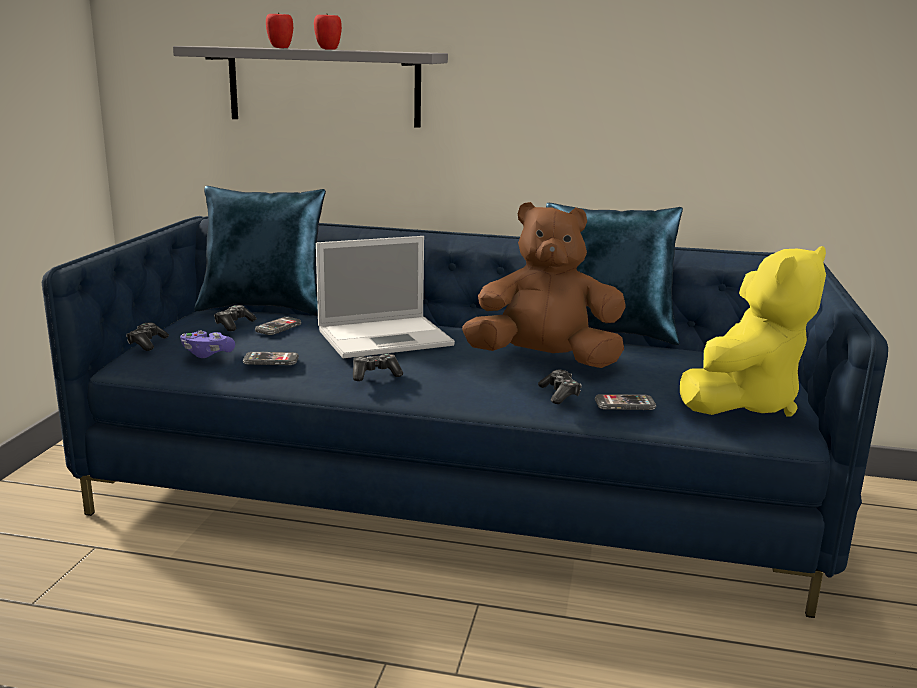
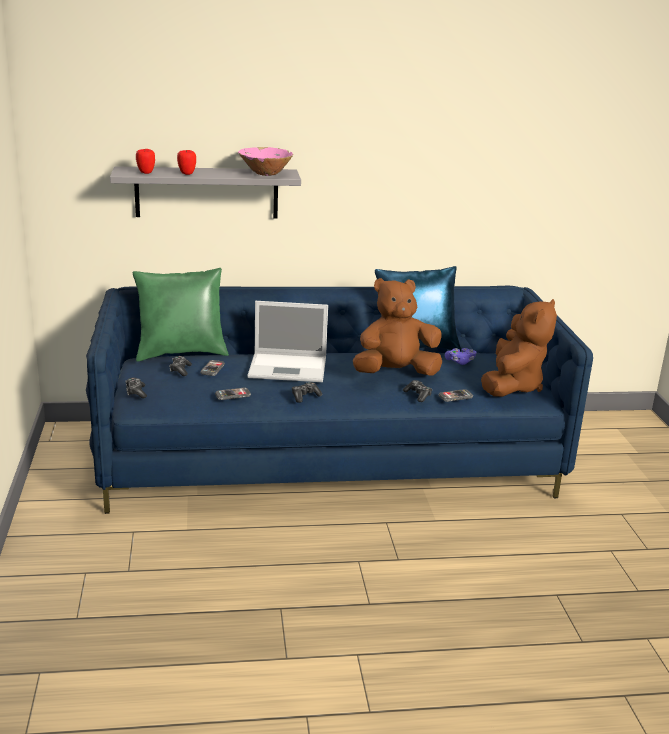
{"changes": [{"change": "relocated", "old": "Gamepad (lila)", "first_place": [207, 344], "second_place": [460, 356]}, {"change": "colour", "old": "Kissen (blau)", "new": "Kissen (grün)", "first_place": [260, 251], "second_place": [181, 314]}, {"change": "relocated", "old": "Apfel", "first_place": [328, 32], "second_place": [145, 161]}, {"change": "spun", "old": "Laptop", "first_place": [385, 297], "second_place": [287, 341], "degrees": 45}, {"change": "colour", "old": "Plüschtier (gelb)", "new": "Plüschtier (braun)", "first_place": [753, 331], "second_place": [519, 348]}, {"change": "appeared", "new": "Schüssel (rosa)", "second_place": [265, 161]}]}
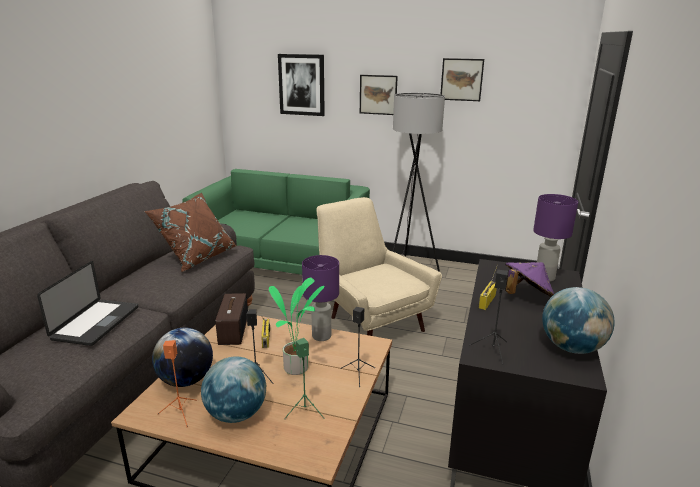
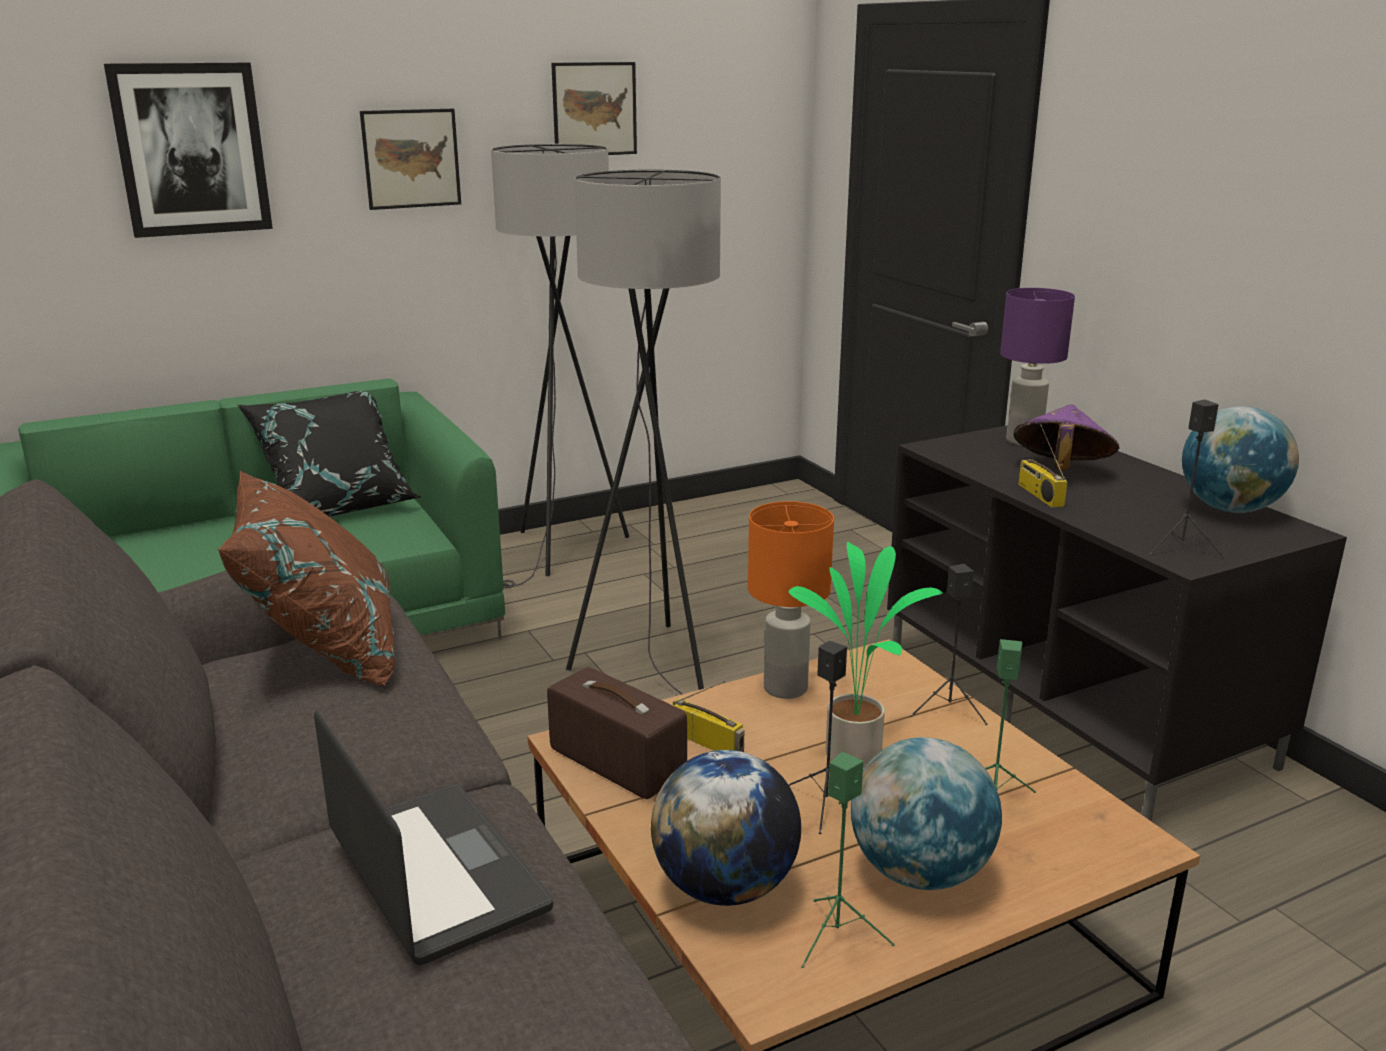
{"changes": [{"change": "colour", "old": "Lautsprecher (orange)", "new": "Lautsprecher (grün)", "first_place": [177, 383], "second_place": [848, 859]}, {"change": "colour", "old": "Tischlampe (lila)", "new": "Tischlampe (orange)", "first_place": [320, 298], "second_place": [791, 600]}, {"change": "exchanged", "old": "Sessel (beige)", "new": "Stehlampe (grau)", "first_place": [379, 266], "second_place": [643, 432]}, {"change": "appeared", "new": "Kissen (schwarz)", "second_place": [329, 454]}]}
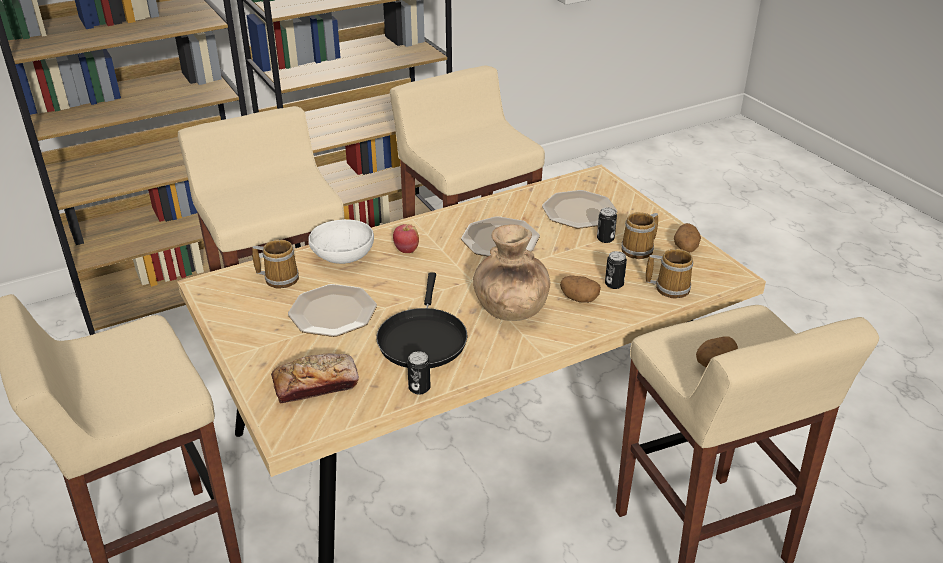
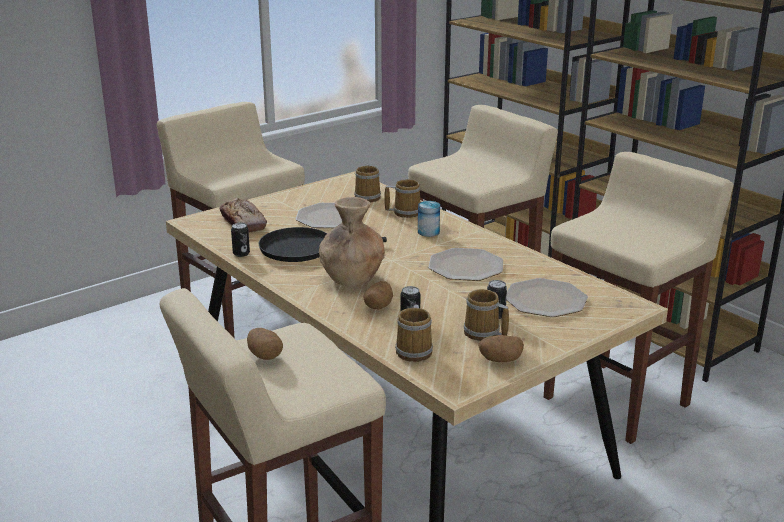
{"changes": [{"change": "exchanged", "old": "Schüssel (weiß)", "new": "Henkelbecher", "first_place": [341, 241], "second_place": [402, 198]}, {"change": "exchanged", "old": "Apfel", "new": "Dose", "first_place": [406, 238], "second_place": [429, 219]}]}
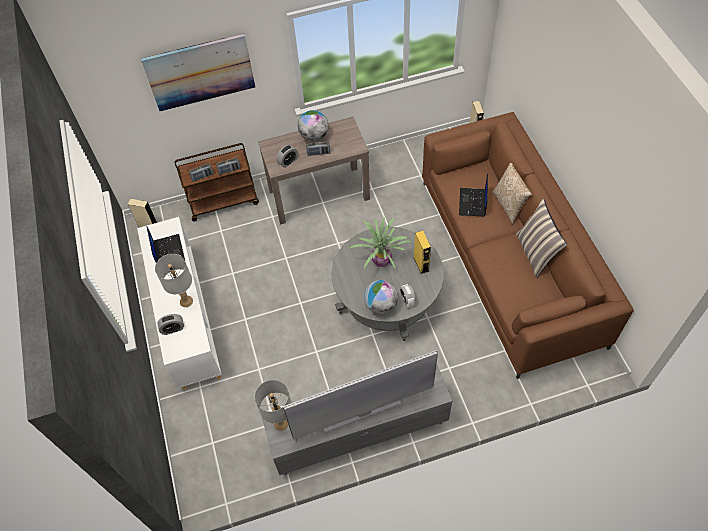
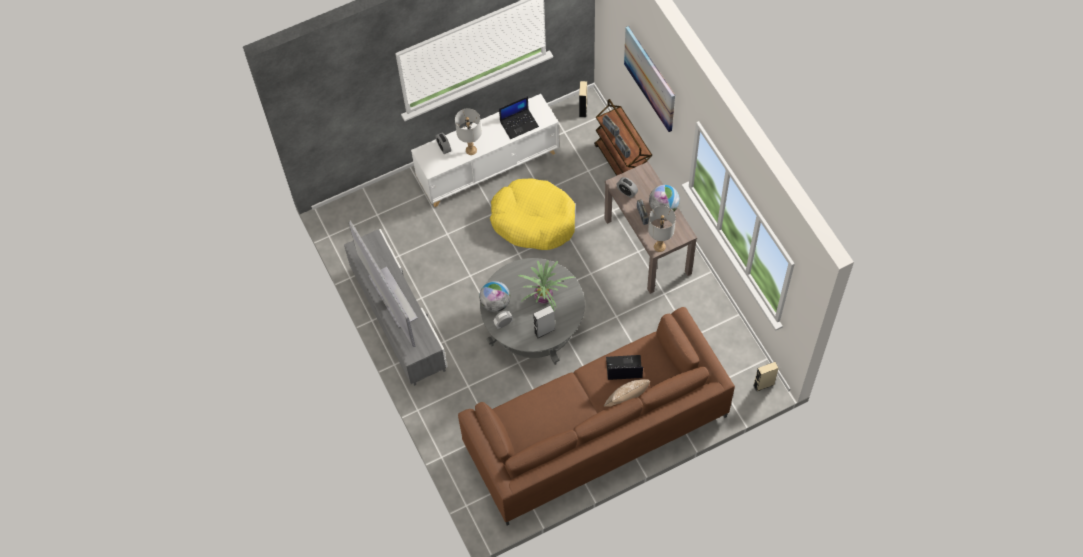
{"changes": [{"change": "relocated", "old": "Tischlampe (grau)", "first_place": [273, 405], "second_place": [662, 229]}, {"change": "colour", "old": "Lautsprecher (gelb)", "new": "Lautsprecher (grau)", "first_place": [422, 252], "second_place": [544, 321]}, {"change": "missing", "old": "Kissen", "first_place": [541, 238]}, {"change": "appeared", "new": "Hundebett (gelb)", "second_place": [532, 214]}]}
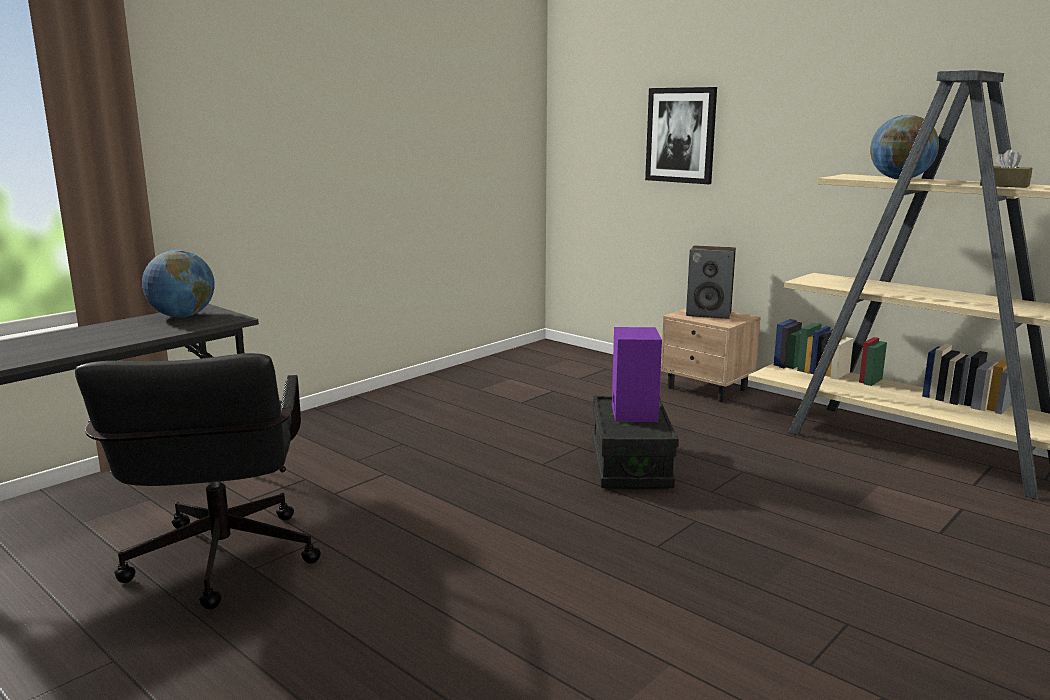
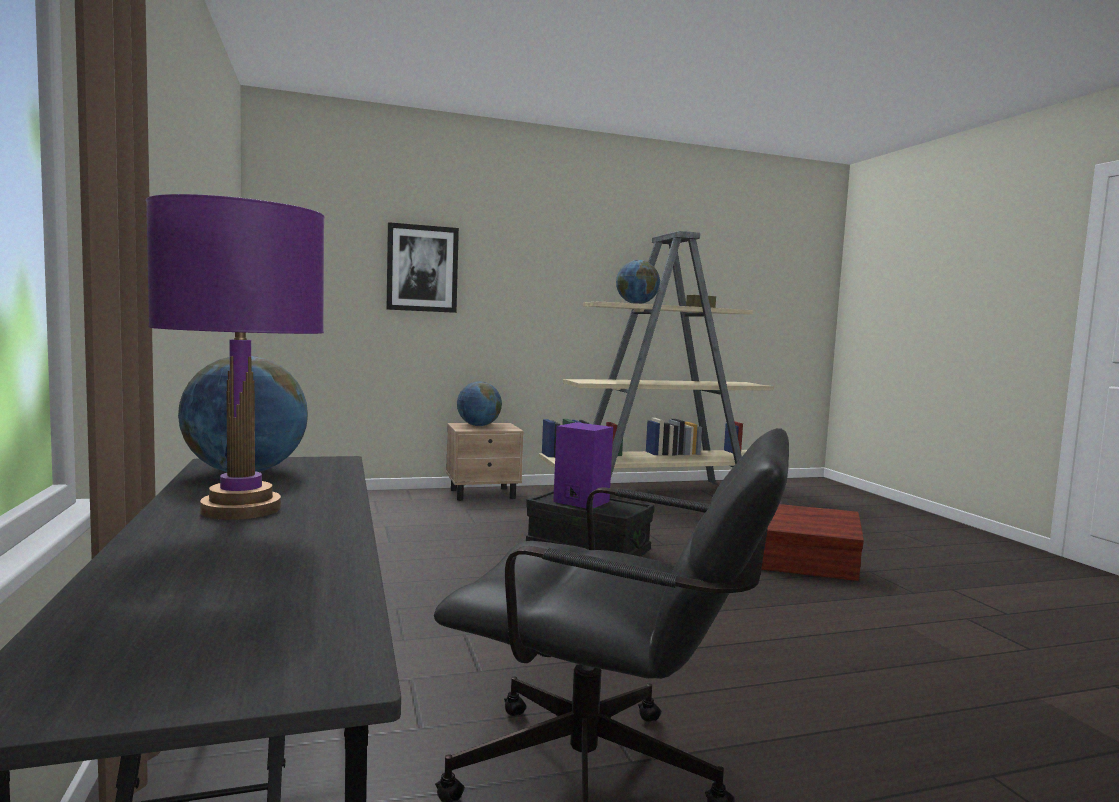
{"changes": [{"change": "exchanged", "old": "Lautsprecher", "new": "Globus", "first_place": [711, 282], "second_place": [479, 404]}, {"change": "appeared", "new": "Tischlampe (lila)", "second_place": [235, 357]}, {"change": "appeared", "new": "Aufbewahrungsbox (braun)", "second_place": [812, 542]}]}
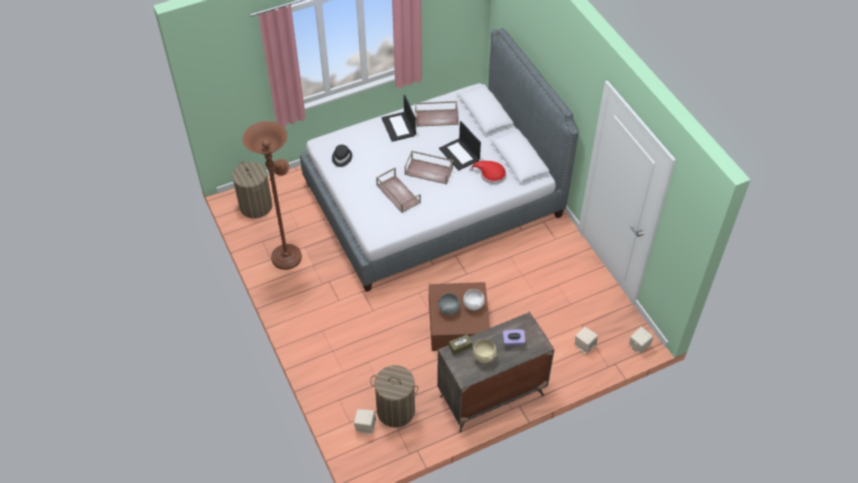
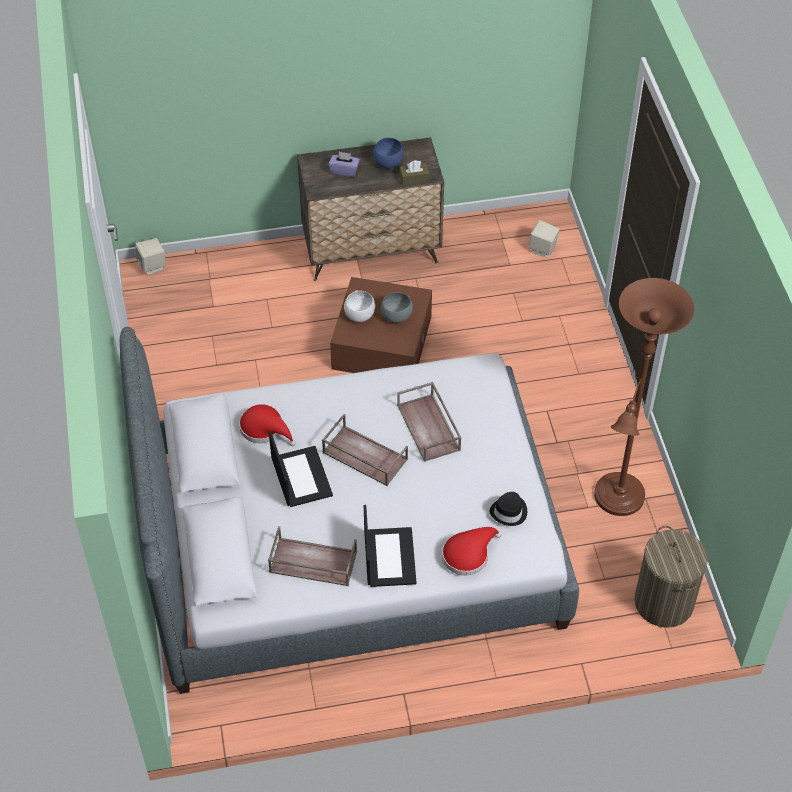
{"changes": [{"change": "missing", "old": "Wäschekorb", "first_place": [394, 396]}, {"change": "colour", "old": "Schüssel (beige)", "new": "Schüssel (blau)", "first_place": [485, 351], "second_place": [388, 153]}, {"change": "missing", "old": "Lautsprecher (beige)", "first_place": [586, 340]}, {"change": "appeared", "new": "Hut (rot)", "second_place": [471, 551]}]}
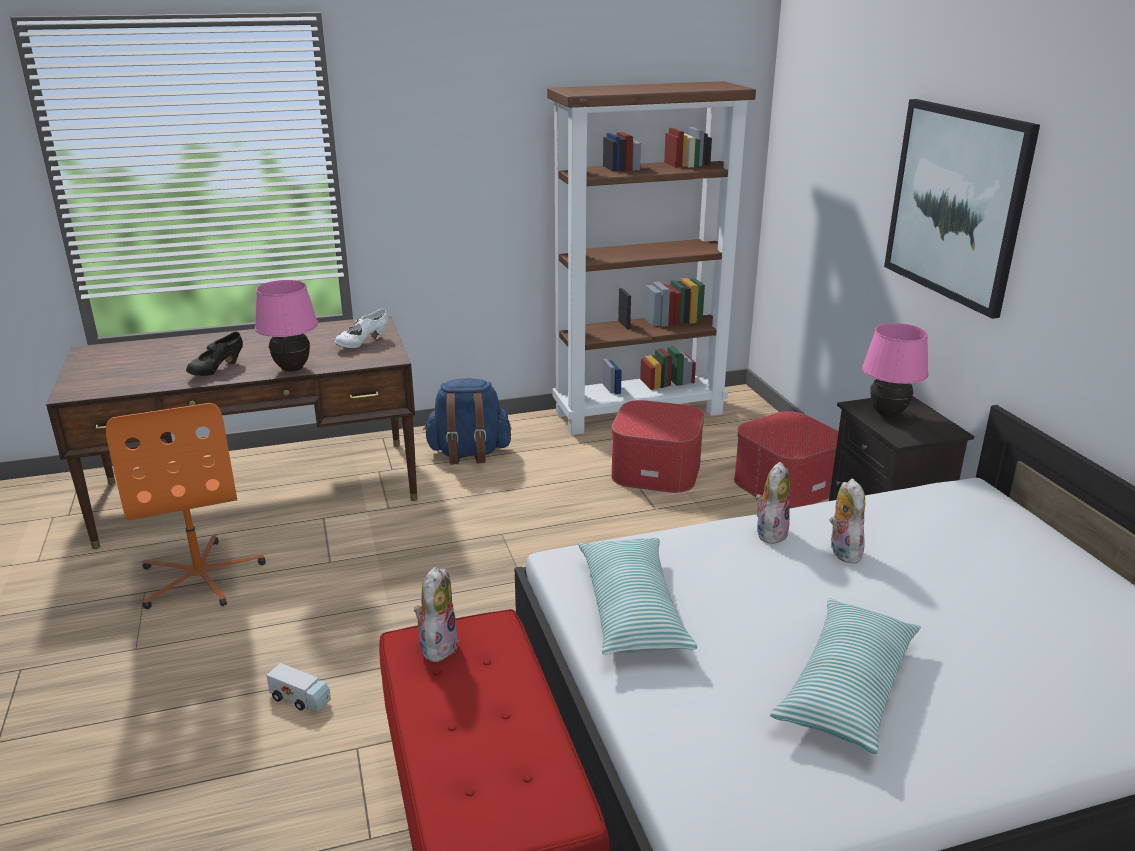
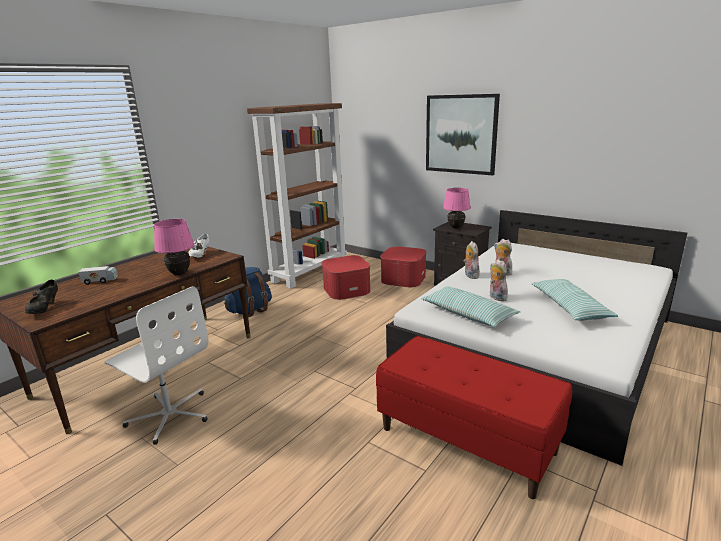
{"changes": [{"change": "colour", "old": "Bürostuhl (orange)", "new": "Bürostuhl (weiß)", "first_place": [186, 506], "second_place": [156, 365]}, {"change": "relocated", "old": "Schuh (schwarz)", "first_place": [214, 354], "second_place": [41, 297]}, {"change": "relocated", "old": "Spielzeuglaster", "first_place": [298, 687], "second_place": [98, 275]}, {"change": "relocated", "old": "Plüschtier", "first_place": [436, 615], "second_place": [499, 280]}]}
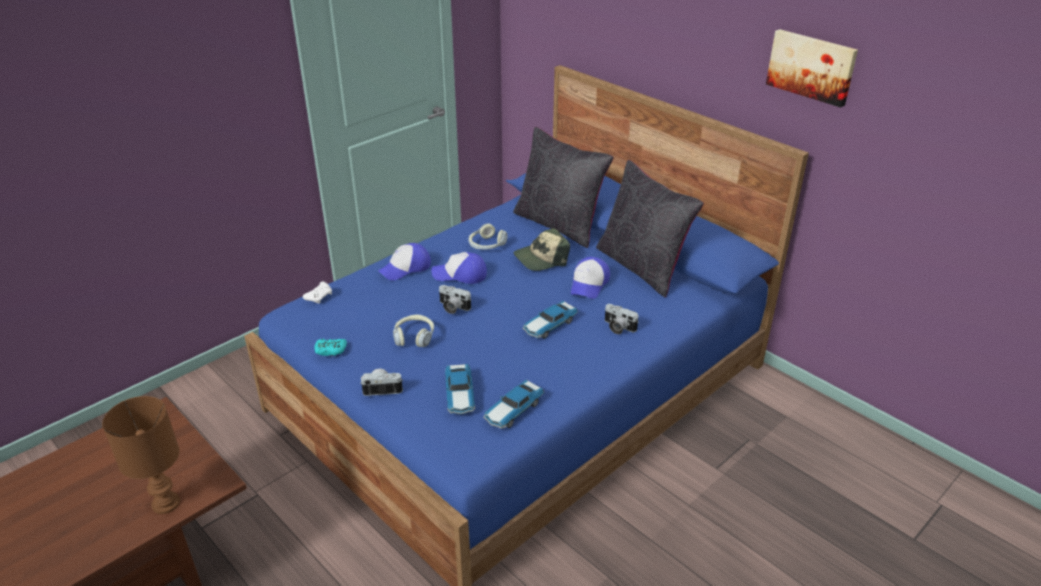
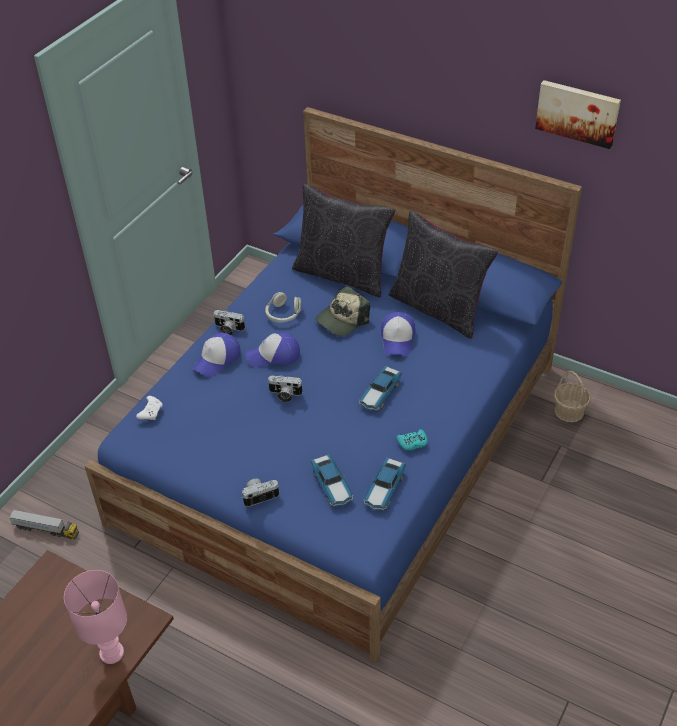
{"changes": [{"change": "colour", "old": "Tischlampe (braun)", "new": "Tischlampe (rosa)", "first_place": [141, 455], "second_place": [95, 617]}, {"change": "relocated", "old": "Gamepad (türkis)", "first_place": [331, 347], "second_place": [412, 439]}, {"change": "missing", "old": "Kopfhörer", "first_place": [413, 330]}, {"change": "relocated", "old": "Kamera", "first_place": [622, 319], "second_place": [229, 322]}, {"change": "appeared", "new": "Spielzeuglaster", "second_place": [44, 524]}, {"change": "appeared", "new": "Korb", "second_place": [572, 396]}]}
